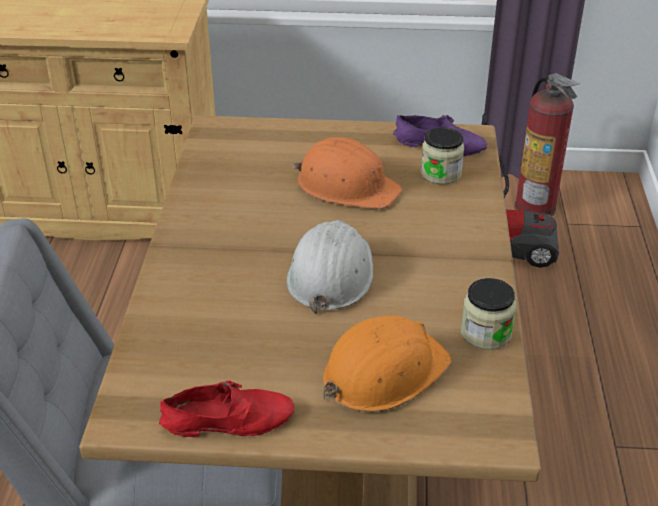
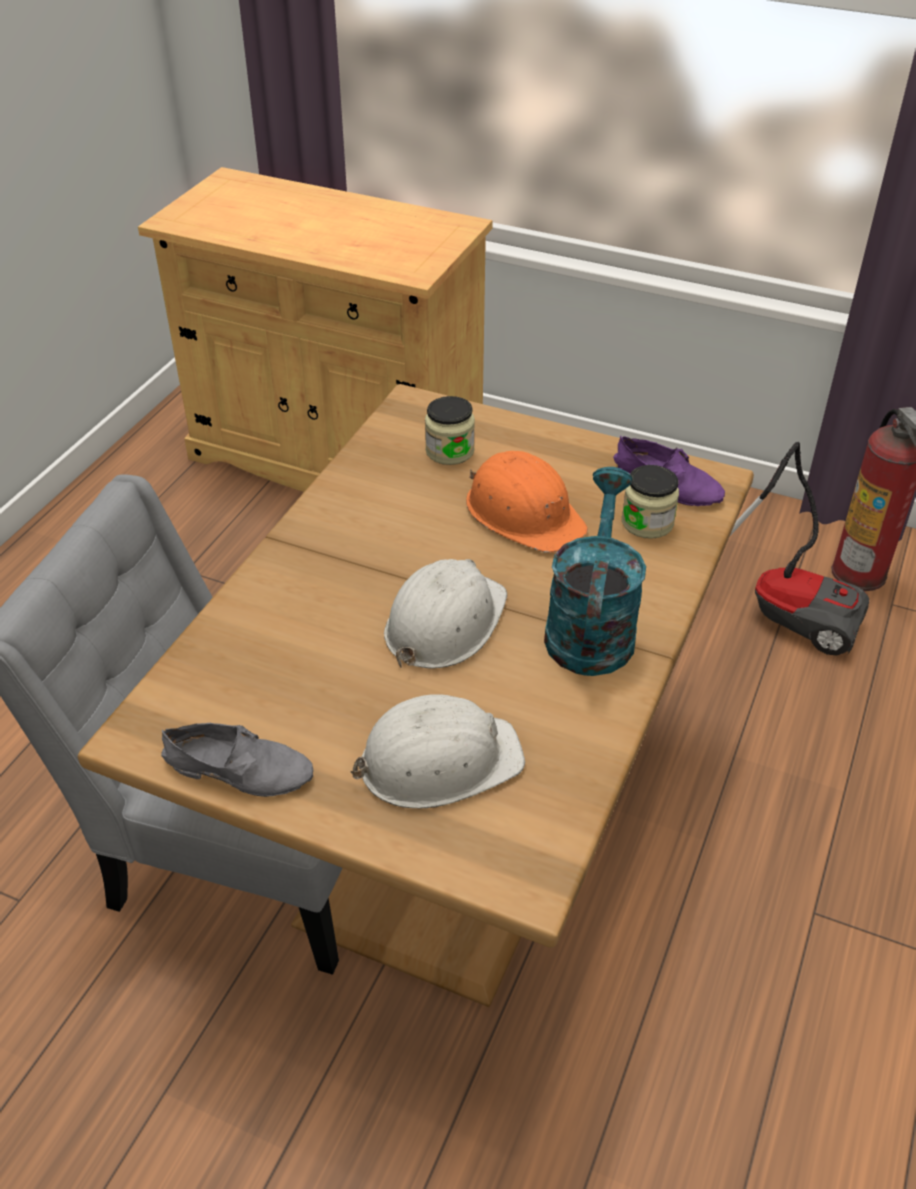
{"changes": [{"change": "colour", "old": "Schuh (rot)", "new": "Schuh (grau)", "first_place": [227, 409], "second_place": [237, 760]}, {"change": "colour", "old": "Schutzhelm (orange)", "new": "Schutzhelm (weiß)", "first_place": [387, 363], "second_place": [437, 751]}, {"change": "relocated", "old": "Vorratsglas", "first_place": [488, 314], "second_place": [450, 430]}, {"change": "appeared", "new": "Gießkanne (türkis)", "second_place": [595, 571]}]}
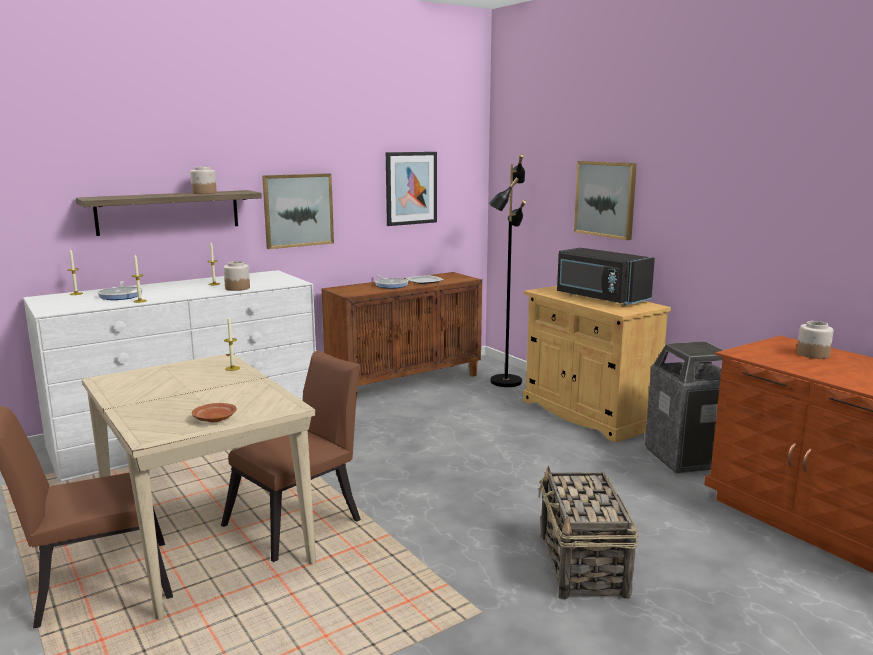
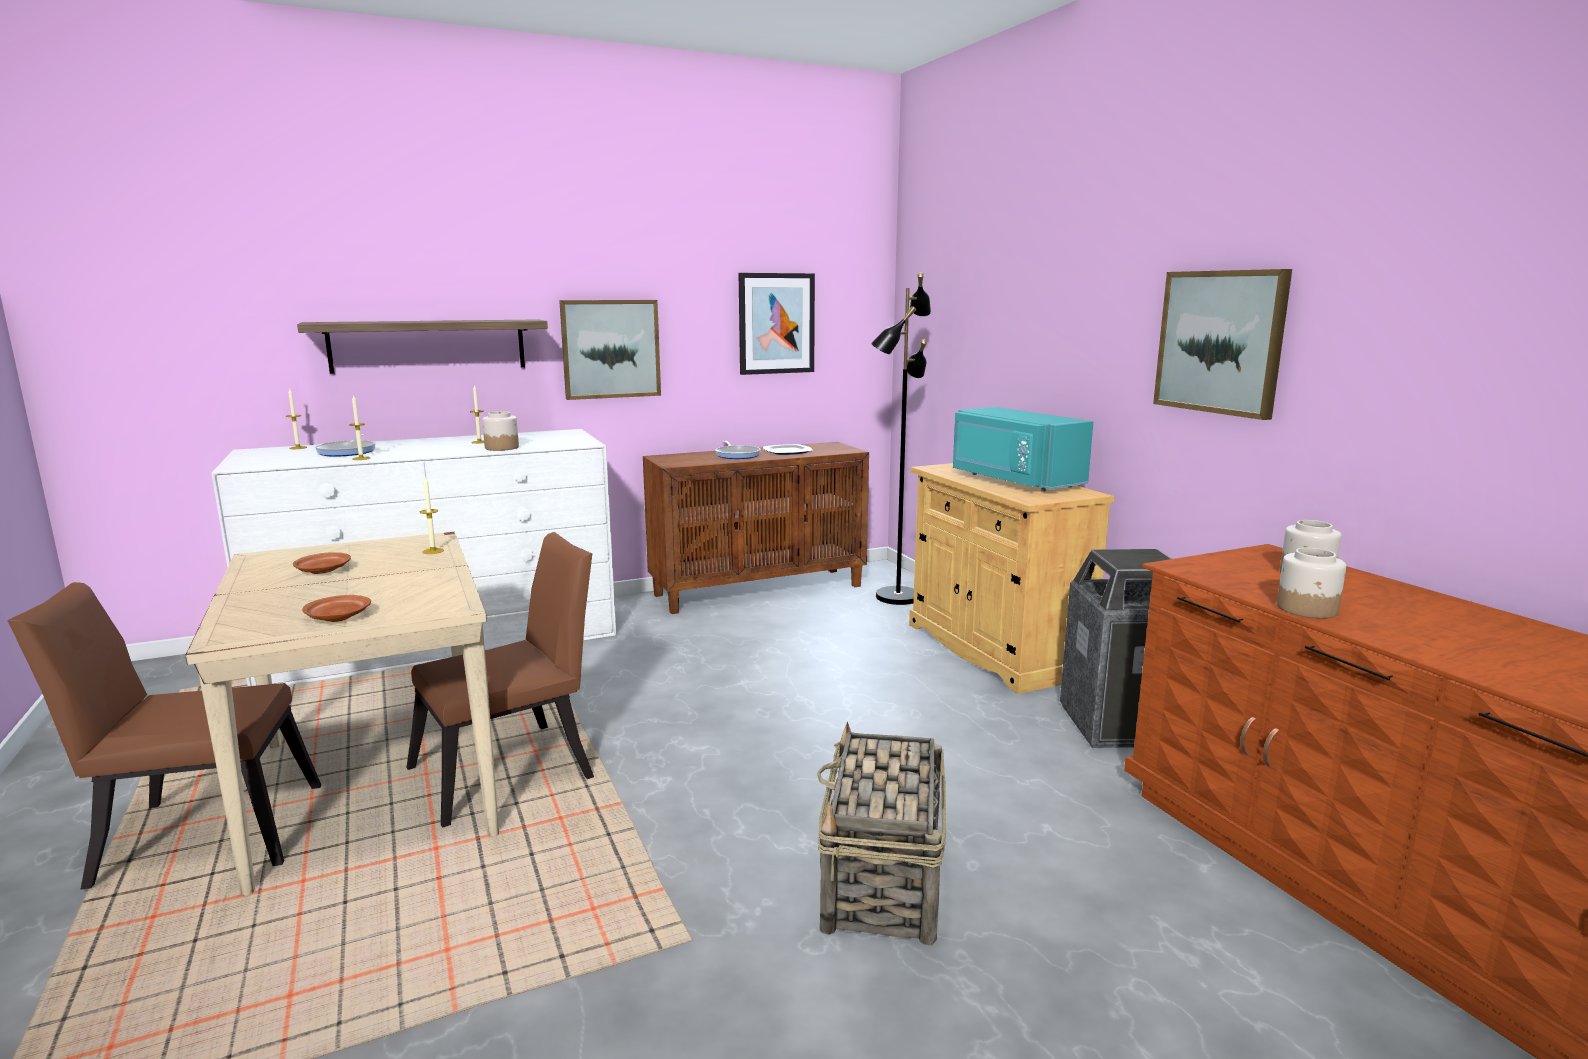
{"changes": [{"change": "relocated", "old": "Vorratsglas", "first_place": [203, 180], "second_place": [1311, 583]}, {"change": "colour", "old": "Mikrowelle (schwarz)", "new": "Mikrowelle (türkis)", "first_place": [606, 277], "second_place": [1023, 449]}, {"change": "relocated", "old": "Bild", "first_place": [605, 200], "second_place": [1222, 344]}, {"change": "appeared", "new": "Teller (braun)", "second_place": [322, 563]}]}
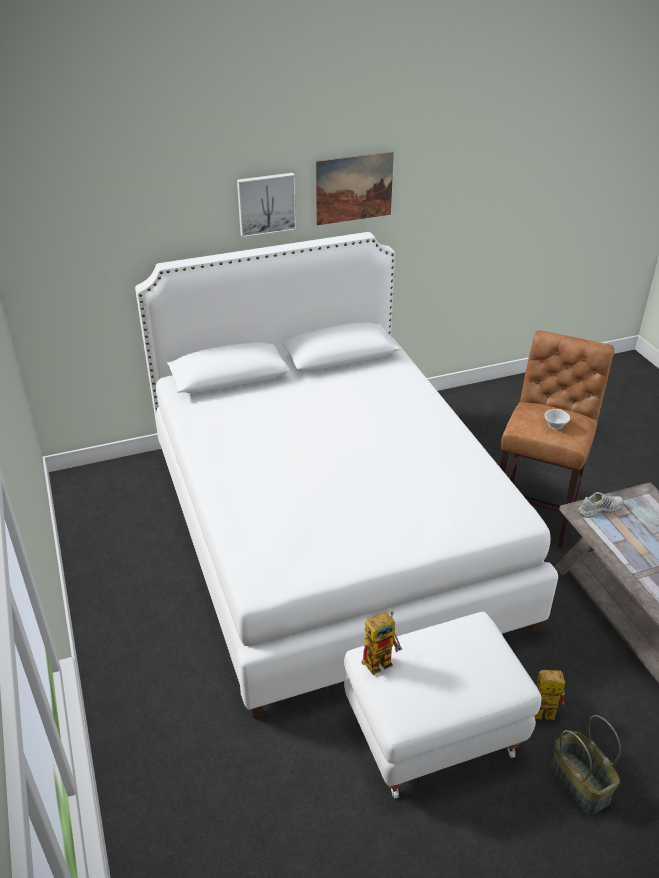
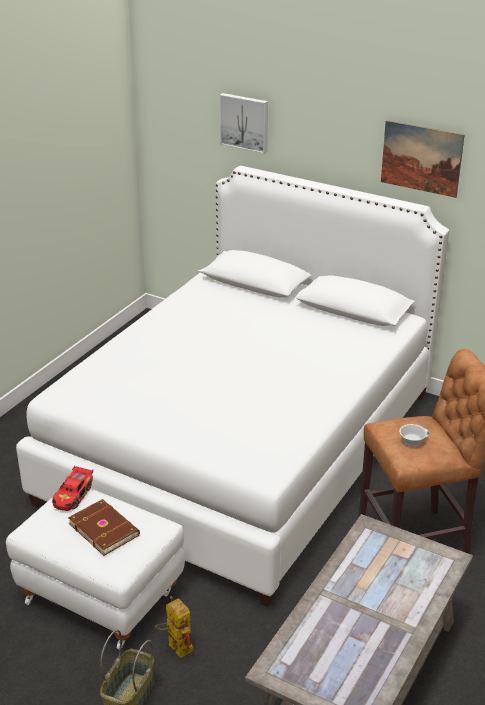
{"changes": [{"change": "relocated", "old": "Bild", "first_place": [267, 205], "second_place": [243, 123]}, {"change": "exchanged", "old": "Spielzeugroboter", "new": "Spielzeugauto", "first_place": [382, 643], "second_place": [72, 488]}, {"change": "missing", "old": "Schuh (weiß)", "first_place": [601, 505]}, {"change": "appeared", "new": "Buch (braun)", "second_place": [104, 527]}]}
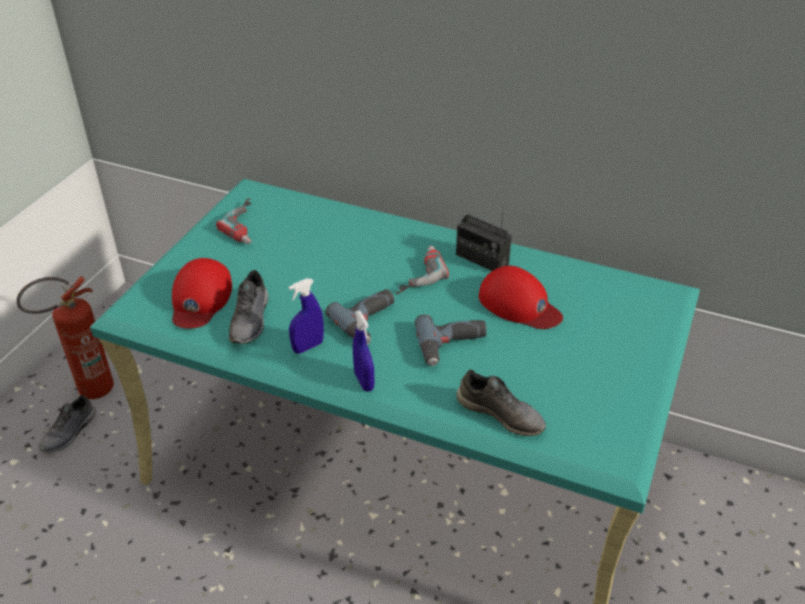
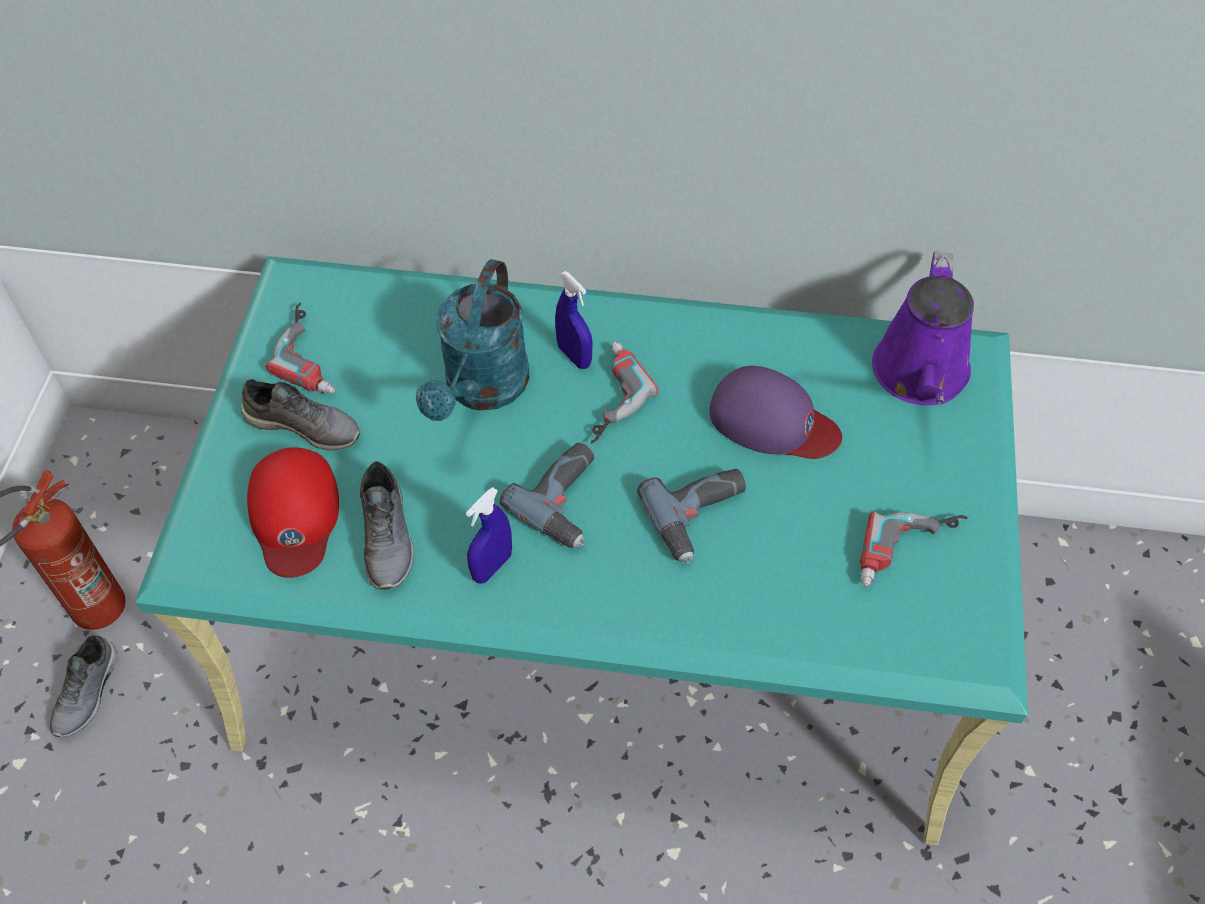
{"changes": [{"change": "relocated", "old": "Sprühflasche (blau)", "first_place": [364, 351], "second_place": [574, 320]}, {"change": "missing", "old": "Radio", "first_place": [484, 238]}, {"change": "relocated", "old": "Schuh (grau)", "first_place": [501, 403], "second_place": [300, 414]}, {"change": "colour", "old": "Kappe (rot)", "new": "Kappe (lila)", "first_place": [521, 297], "second_place": [775, 412]}, {"change": "appeared", "new": "Gießkanne (türkis)", "second_place": [473, 340]}, {"change": "appeared", "new": "Bohrmaschine", "second_place": [914, 549]}, {"change": "appeared", "new": "Gießkanne (lila)", "second_place": [923, 328]}]}
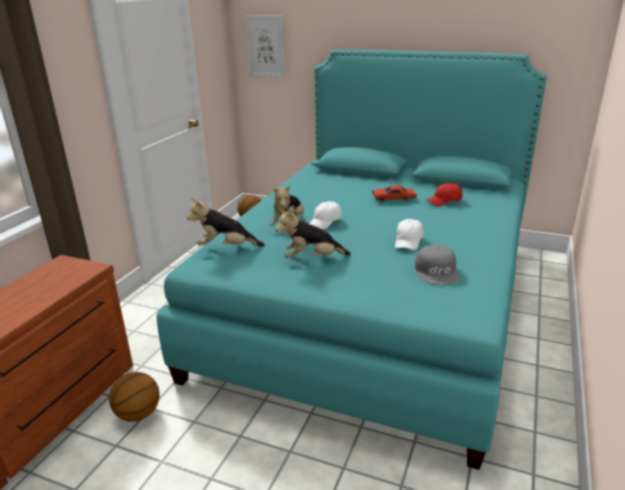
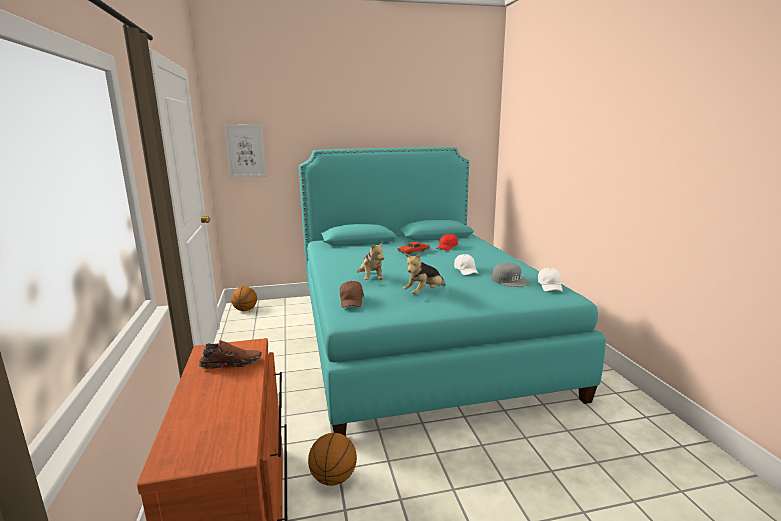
{"changes": [{"change": "exchanged", "old": "Plüschtier", "new": "Kappe (braun)", "first_place": [225, 222], "second_place": [352, 294]}, {"change": "relocated", "old": "Kappe (weiß)", "first_place": [325, 215], "second_place": [550, 280]}, {"change": "appeared", "new": "Schuh (braun)", "second_place": [230, 354]}]}
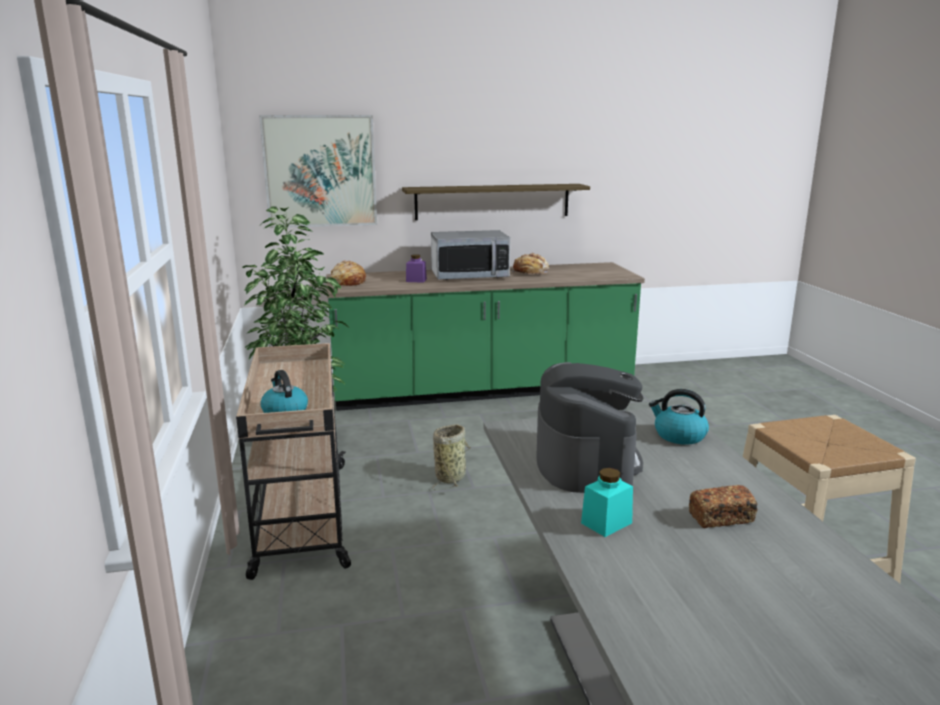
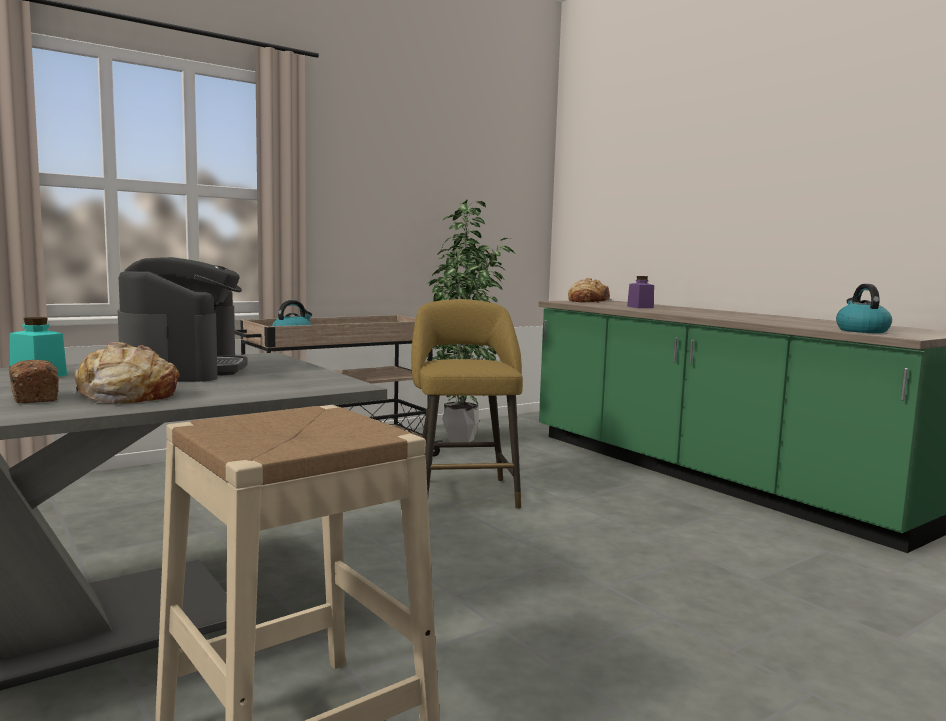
{"changes": [{"change": "missing", "old": "Bild", "first_place": [318, 171]}, {"change": "missing", "old": "Wandregal", "first_place": [496, 202]}, {"change": "missing", "old": "Mikrowelle", "first_place": [470, 255]}, {"change": "exchanged", "old": "Korb", "new": "Hocker (gelb)", "first_place": [451, 457], "second_place": [467, 404]}, {"change": "relocated", "old": "Brot", "first_place": [529, 264], "second_place": [126, 373]}, {"change": "spun", "old": "Kaffeemaschine", "first_place": [590, 427], "second_place": [183, 319], "degrees": -75}, {"change": "relocated", "old": "Wasserkessel", "first_place": [679, 417], "second_place": [864, 308]}]}
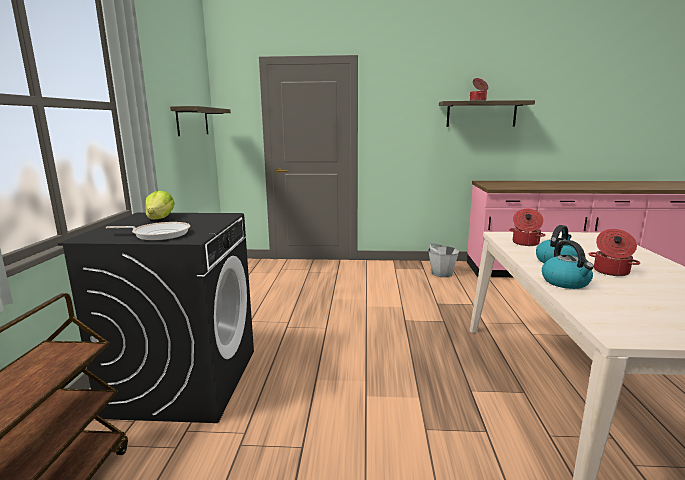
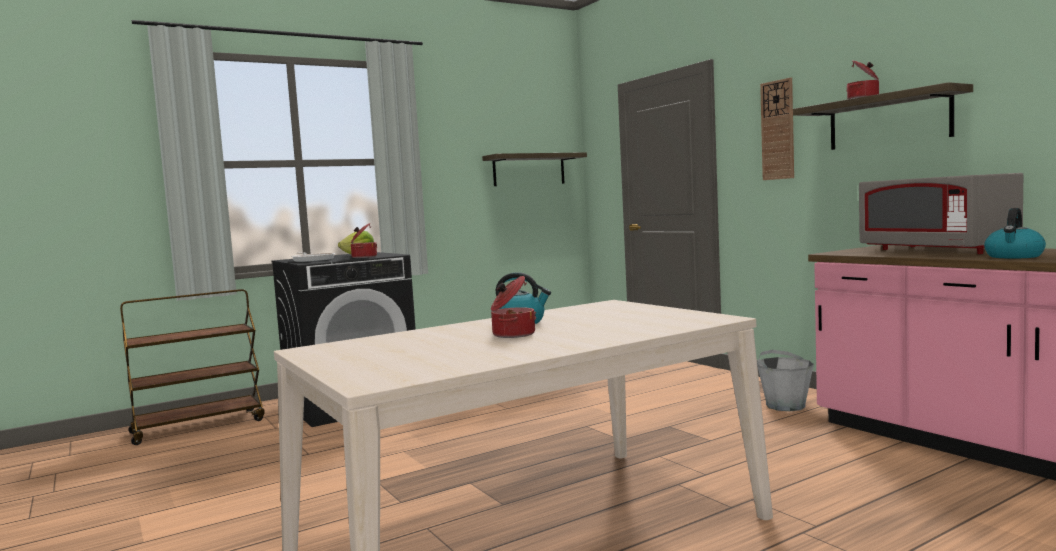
{"changes": [{"change": "relocated", "old": "Kochtopf", "first_place": [527, 227], "second_place": [364, 240]}, {"change": "relocated", "old": "Wasserkessel", "first_place": [568, 264], "second_place": [1015, 233]}, {"change": "appeared", "new": "Wanduhr", "second_place": [777, 128]}, {"change": "appeared", "new": "Mikrowelle (grau)", "second_place": [941, 213]}]}
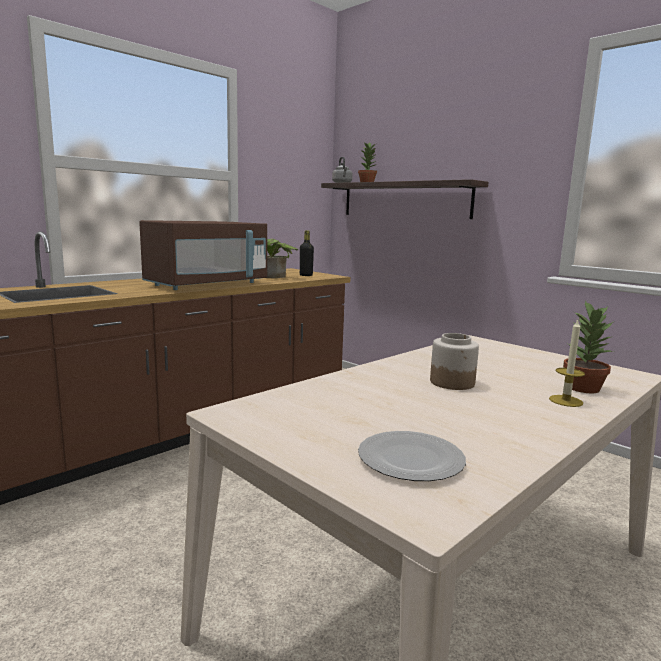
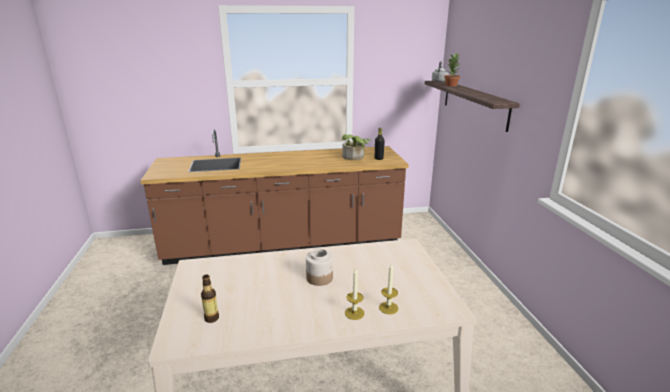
{"changes": [{"change": "missing", "old": "Mikrowelle (braun)", "first_place": [203, 255]}, {"change": "exchanged", "old": "Teller", "new": "Flasche", "first_place": [412, 456], "second_place": [210, 299]}, {"change": "exchanged", "old": "Topfpflanze", "new": "Kerze", "first_place": [588, 347], "second_place": [388, 289]}]}
